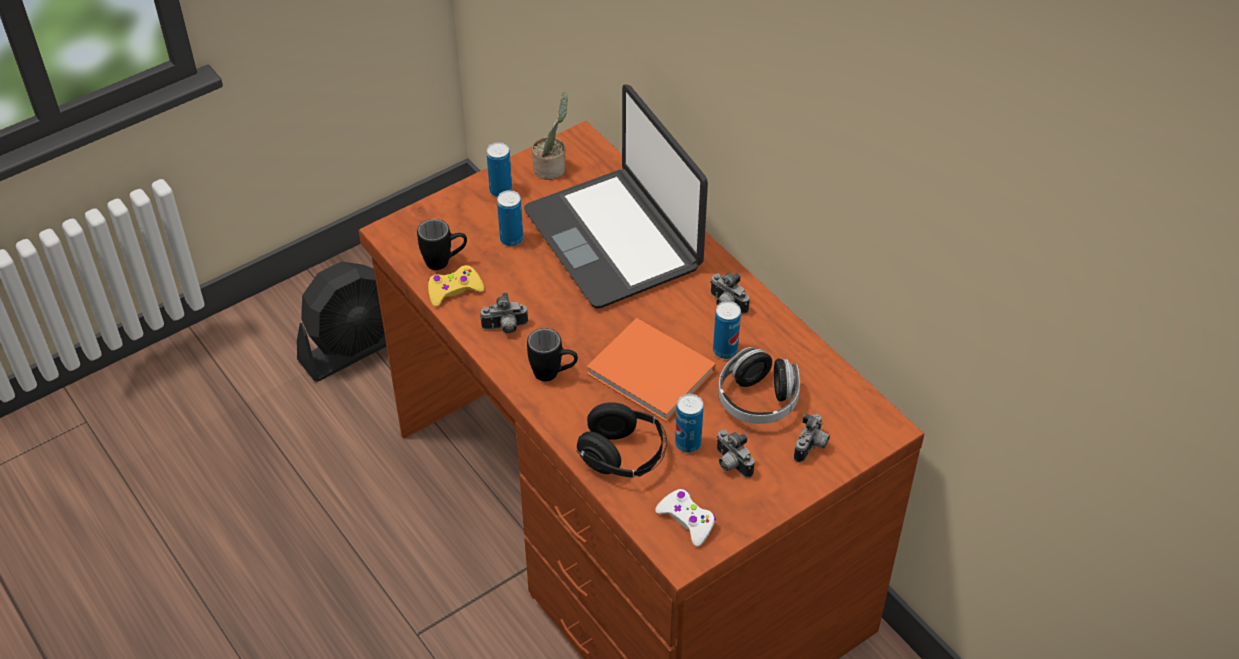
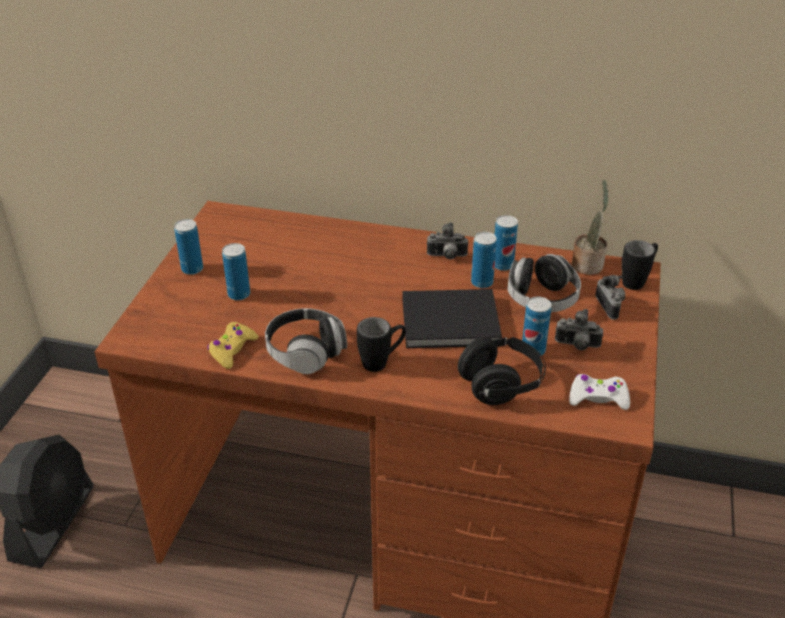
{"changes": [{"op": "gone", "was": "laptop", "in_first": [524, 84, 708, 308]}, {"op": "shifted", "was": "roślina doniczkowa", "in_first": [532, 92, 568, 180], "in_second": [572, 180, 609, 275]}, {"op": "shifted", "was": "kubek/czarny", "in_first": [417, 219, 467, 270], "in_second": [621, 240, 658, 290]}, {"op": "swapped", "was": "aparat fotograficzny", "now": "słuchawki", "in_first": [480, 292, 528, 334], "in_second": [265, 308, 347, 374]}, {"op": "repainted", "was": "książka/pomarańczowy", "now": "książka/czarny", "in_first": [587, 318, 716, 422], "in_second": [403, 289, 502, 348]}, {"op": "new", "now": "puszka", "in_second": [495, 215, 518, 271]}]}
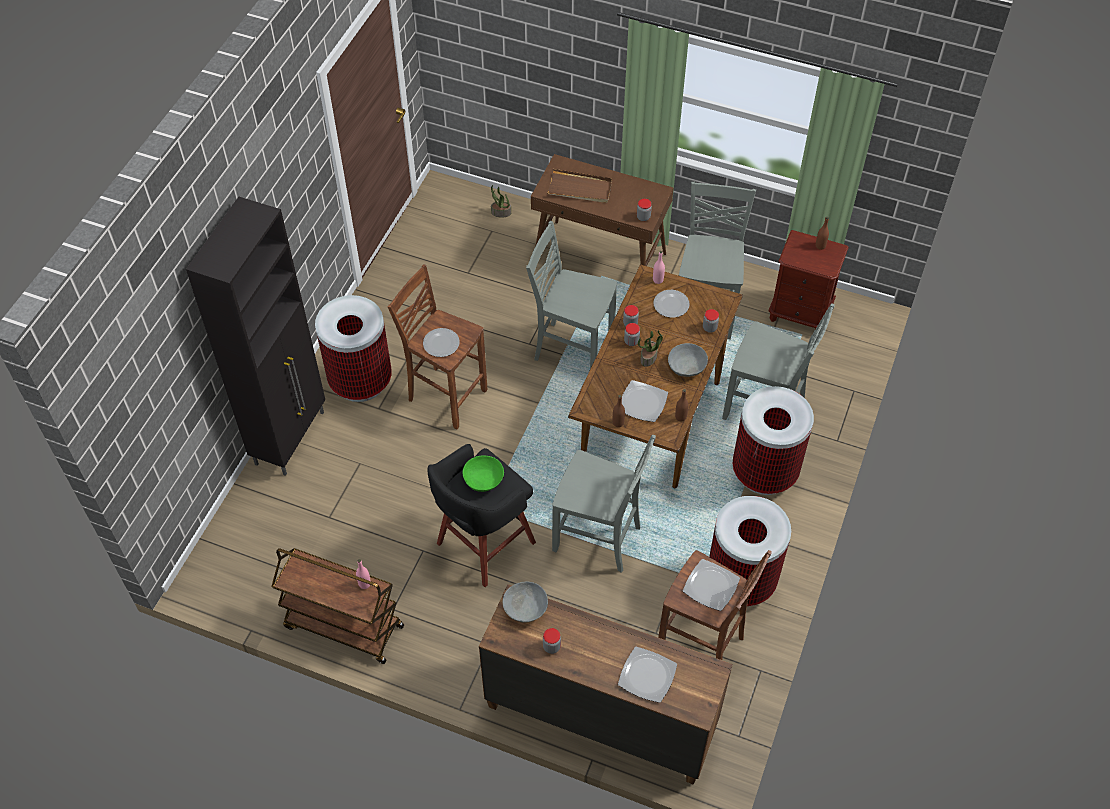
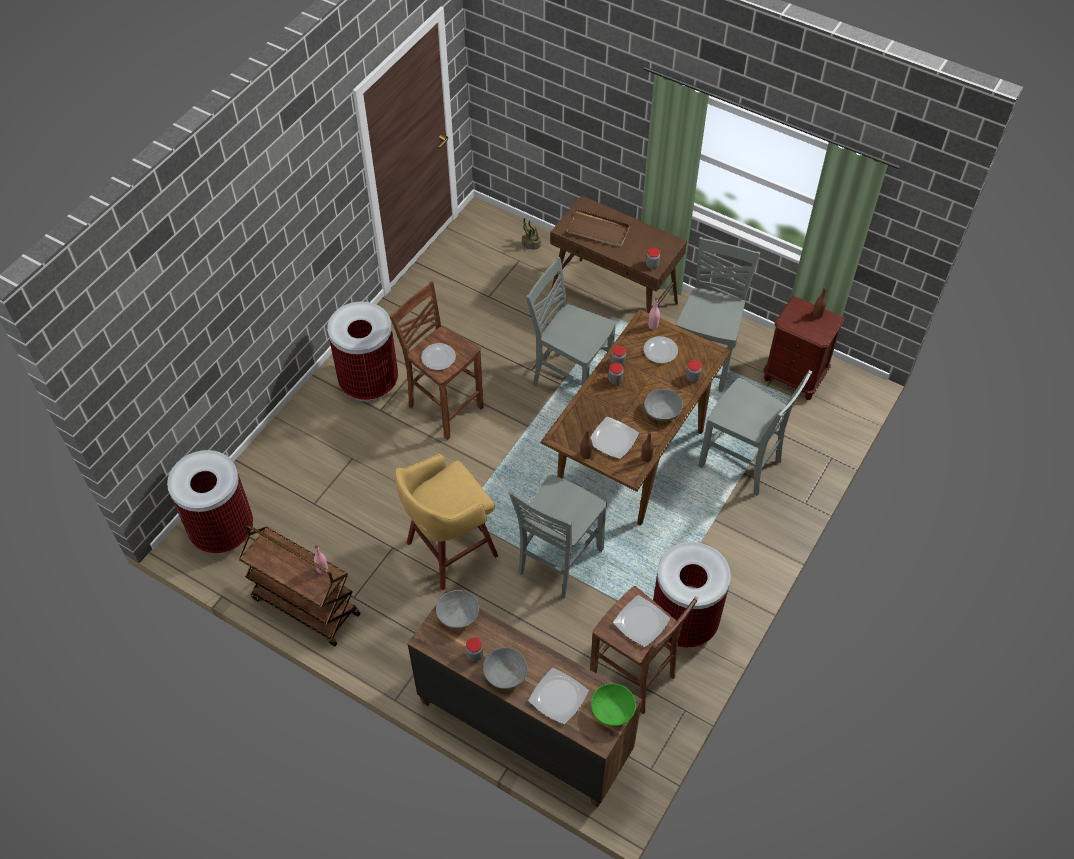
{"changes": [{"op": "gone", "was": "szafka/czarny", "in_first": [186, 197, 325, 476]}, {"op": "gone", "was": "roślina doniczkowa", "in_first": [638, 330, 663, 367]}, {"op": "shifted", "was": "kosz na śmieci", "in_first": [733, 386, 814, 495], "in_second": [167, 450, 253, 554]}, {"op": "rotated", "was": "krzesło/szary", "in_first": [552, 435, 656, 572], "in_second": [509, 474, 607, 598], "clockwise": 90}, {"op": "repainted", "was": "stołek/czarny", "now": "stołek/żółty", "in_first": [427, 444, 536, 587], "in_second": [395, 454, 498, 590]}, {"op": "shifted", "was": "miska/zielony", "in_first": [463, 456, 504, 492], "in_second": [591, 683, 636, 726]}, {"op": "new", "now": "miska/szary", "in_second": [483, 647, 528, 689]}]}
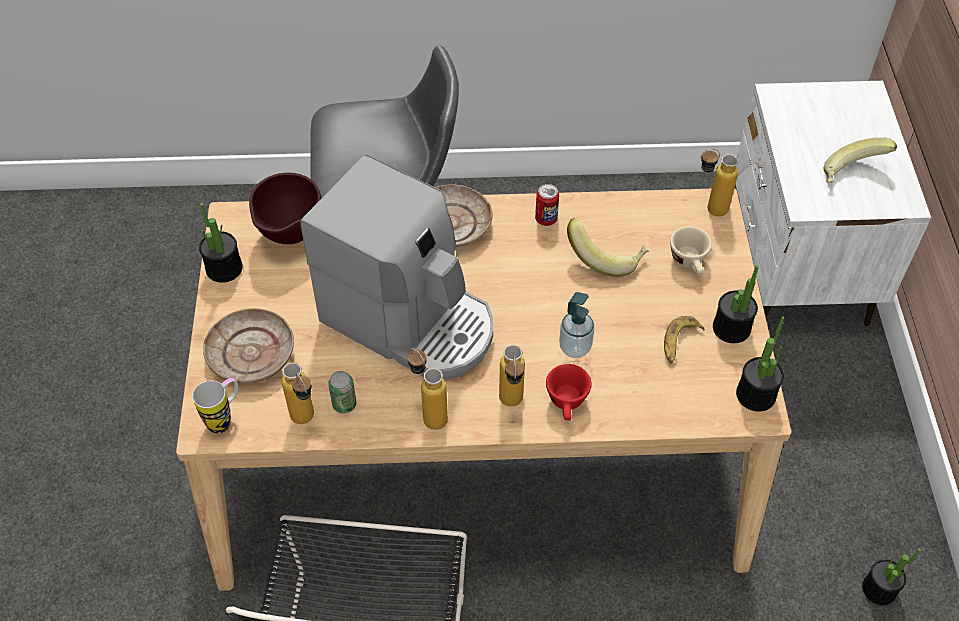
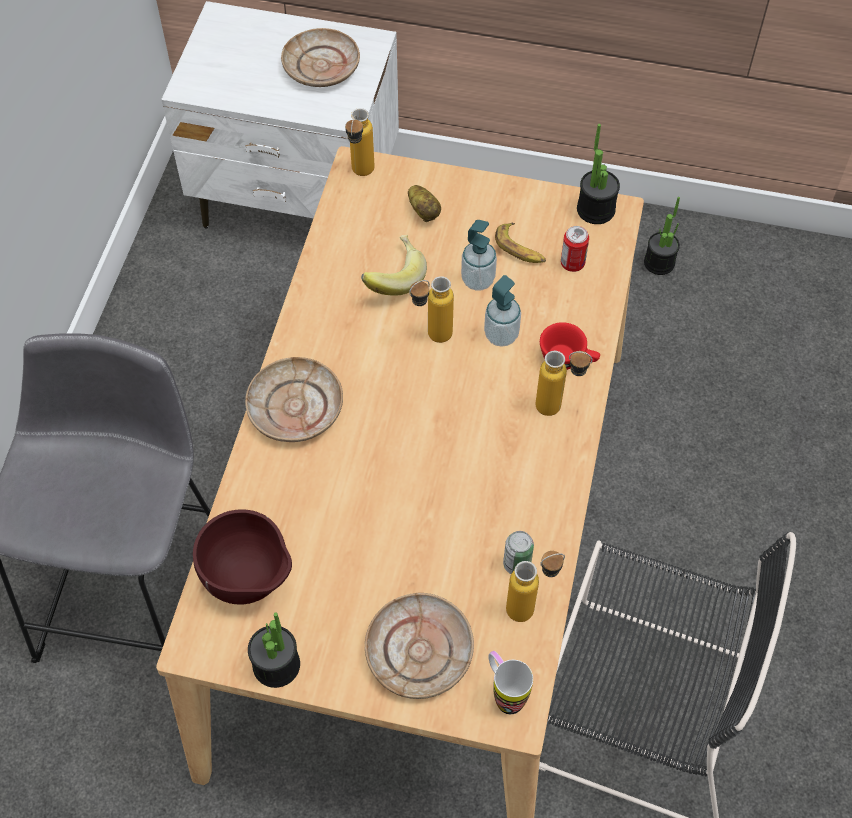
{"changes": [{"op": "swapped", "was": "banan", "now": "talerz/beżowy", "in_first": [824, 137, 897, 183], "in_second": [281, 28, 360, 87]}, {"op": "gone", "was": "ekspres do kawy", "in_first": [300, 155, 493, 380]}, {"op": "shifted", "was": "puszka", "in_first": [535, 184, 559, 226], "in_second": [561, 226, 589, 272]}, {"op": "swapped", "was": "filiżanka/beżowy", "now": "ziemniak", "in_first": [670, 226, 712, 275], "in_second": [408, 185, 441, 222]}, {"op": "gone", "was": "roślina doniczkowa", "in_first": [713, 265, 759, 343]}, {"op": "shifted", "was": "butelka", "in_first": [408, 348, 448, 430], "in_second": [409, 276, 454, 343]}, {"op": "new", "now": "dozownik mydła", "in_second": [461, 220, 497, 291]}]}
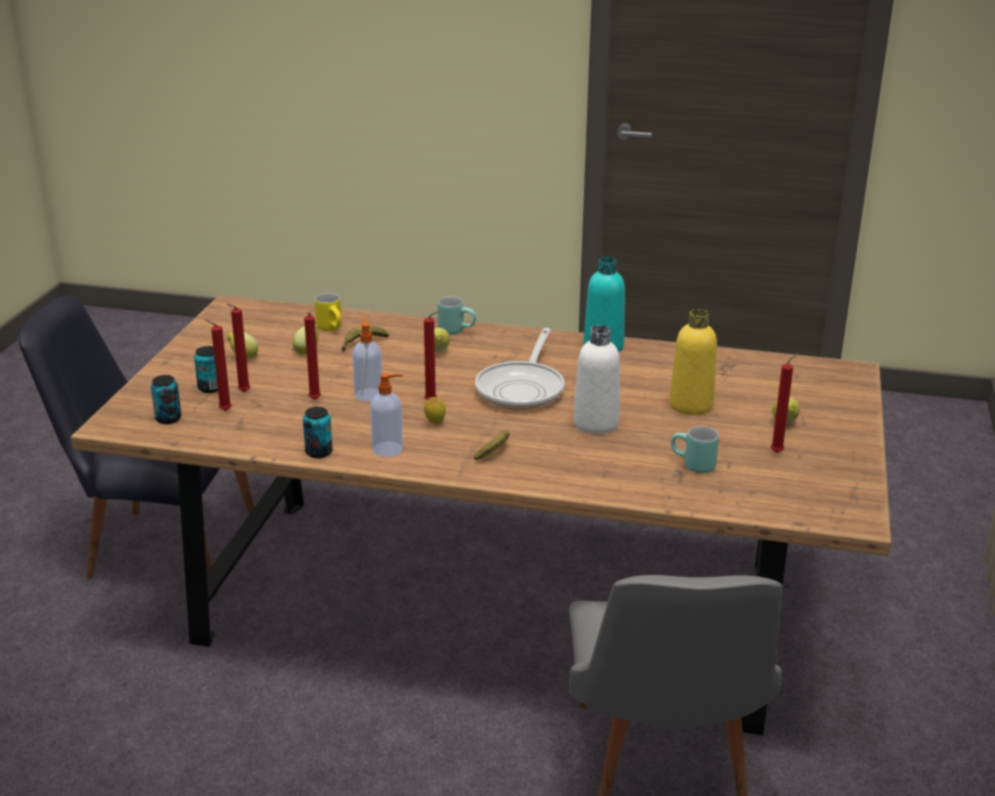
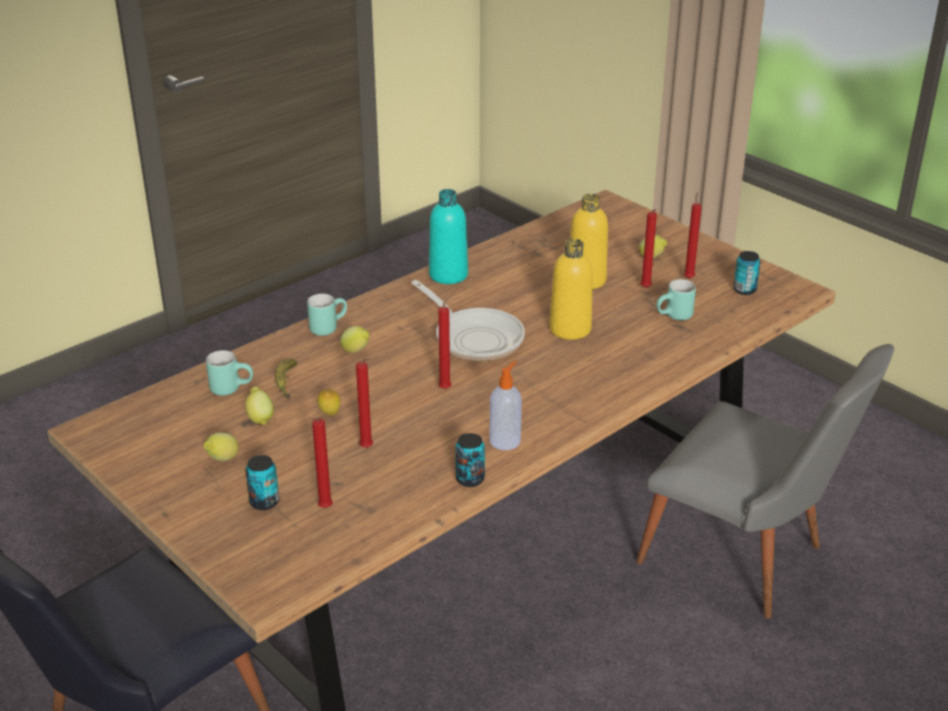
{"changes": [{"op": "repainted", "was": "kubek/żółty", "now": "kubek/turkusowy", "in_first": [315, 293, 342, 331], "in_second": [206, 350, 253, 396]}, {"op": "shifted", "was": "świeca/czerwony", "in_first": [226, 304, 250, 392], "in_second": [640, 209, 657, 288]}, {"op": "gone", "was": "dozownik mydła", "in_first": [352, 318, 382, 402]}, {"op": "repainted", "was": "butelka/biały", "now": "butelka/żółty", "in_first": [574, 325, 620, 434], "in_second": [549, 239, 593, 340]}, {"op": "shifted", "was": "puszka", "in_first": [151, 375, 181, 424], "in_second": [733, 251, 761, 295]}, {"op": "shifted", "was": "cytryna", "in_first": [424, 397, 446, 425], "in_second": [318, 389, 340, 415]}, {"op": "gone", "was": "banan", "in_first": [474, 431, 509, 460]}]}
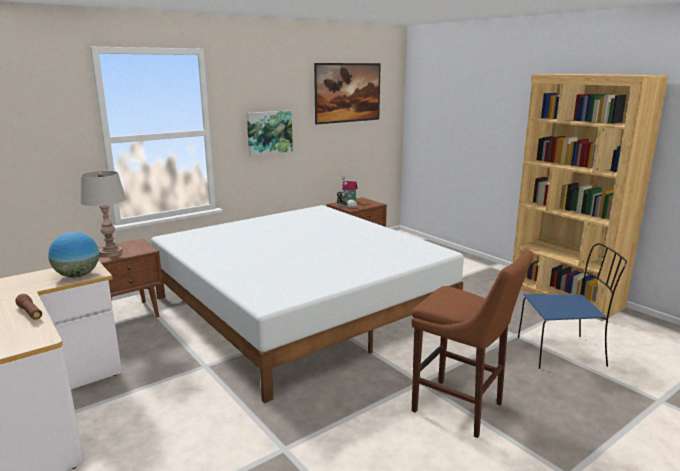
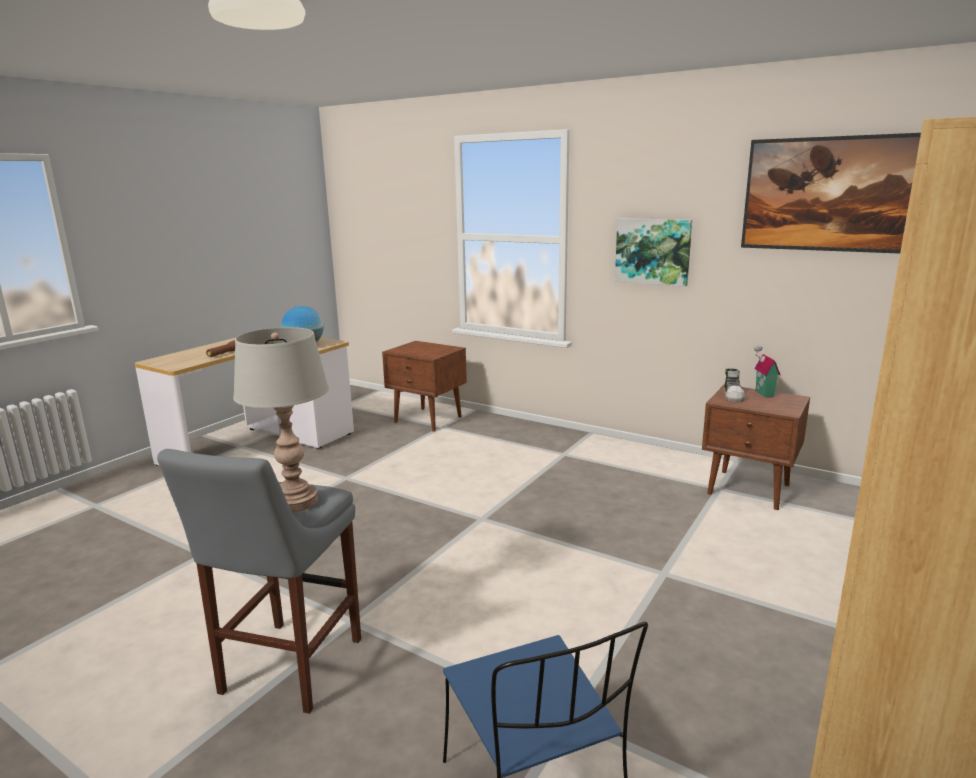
{"changes": [{"op": "shifted", "was": "lampa stołowa/szary", "in_first": [80, 171, 126, 257], "in_second": [233, 327, 329, 512]}, {"op": "gone", "was": "łóżko/biały", "in_first": [151, 205, 464, 403]}, {"op": "repainted", "was": "stołek/brązowy", "now": "stołek/szary", "in_first": [411, 250, 534, 438], "in_second": [157, 449, 361, 714]}]}
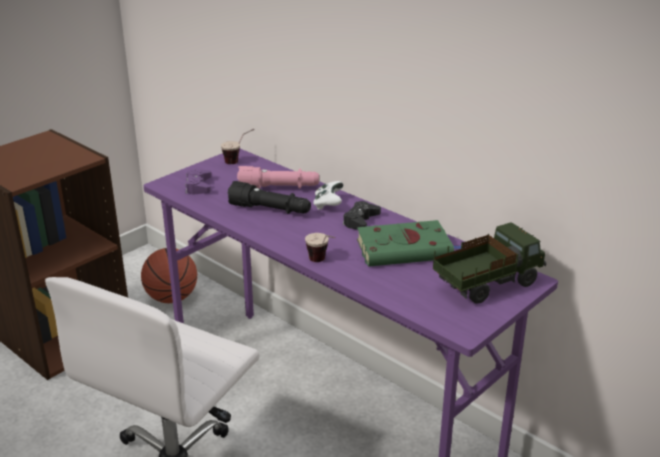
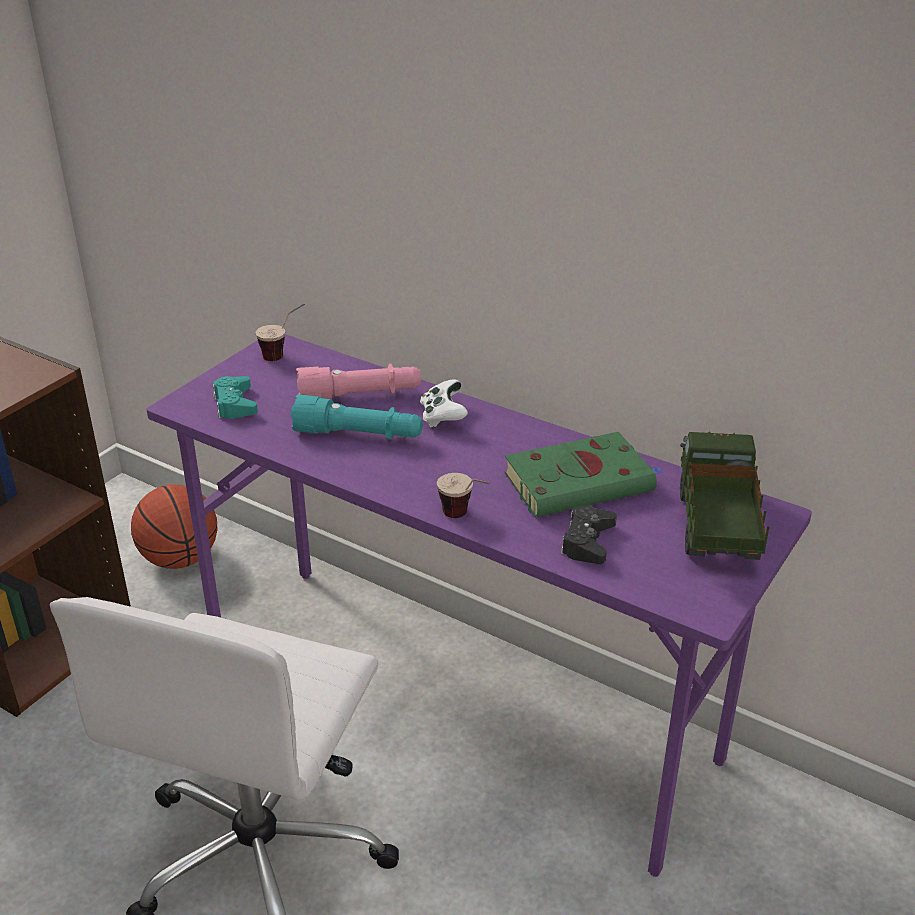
{"changes": [{"op": "repainted", "was": "pad do gier/fioletowy", "now": "pad do gier/turkusowy", "in_first": [185, 169, 211, 194], "in_second": [213, 376, 258, 419]}, {"op": "repainted", "was": "latarka/czarny", "now": "latarka/turkusowy", "in_first": [228, 181, 311, 214], "in_second": [291, 394, 423, 440]}, {"op": "shifted", "was": "pad do gier/czarny", "in_first": [343, 201, 381, 230], "in_second": [560, 505, 617, 564]}, {"op": "rotated", "was": "ciężarówka zabawkowa", "in_first": [433, 222, 546, 304], "in_second": [680, 431, 769, 560], "clockwise": -45}]}
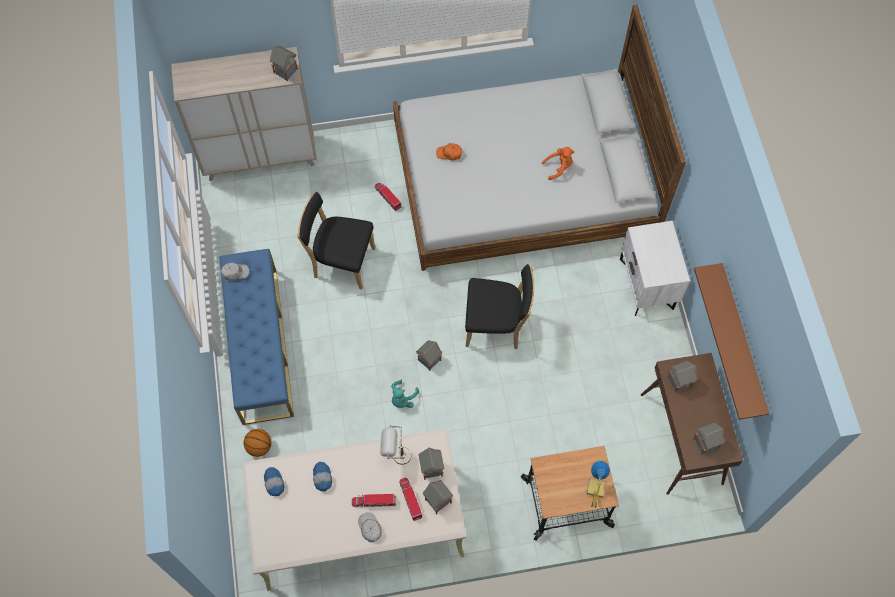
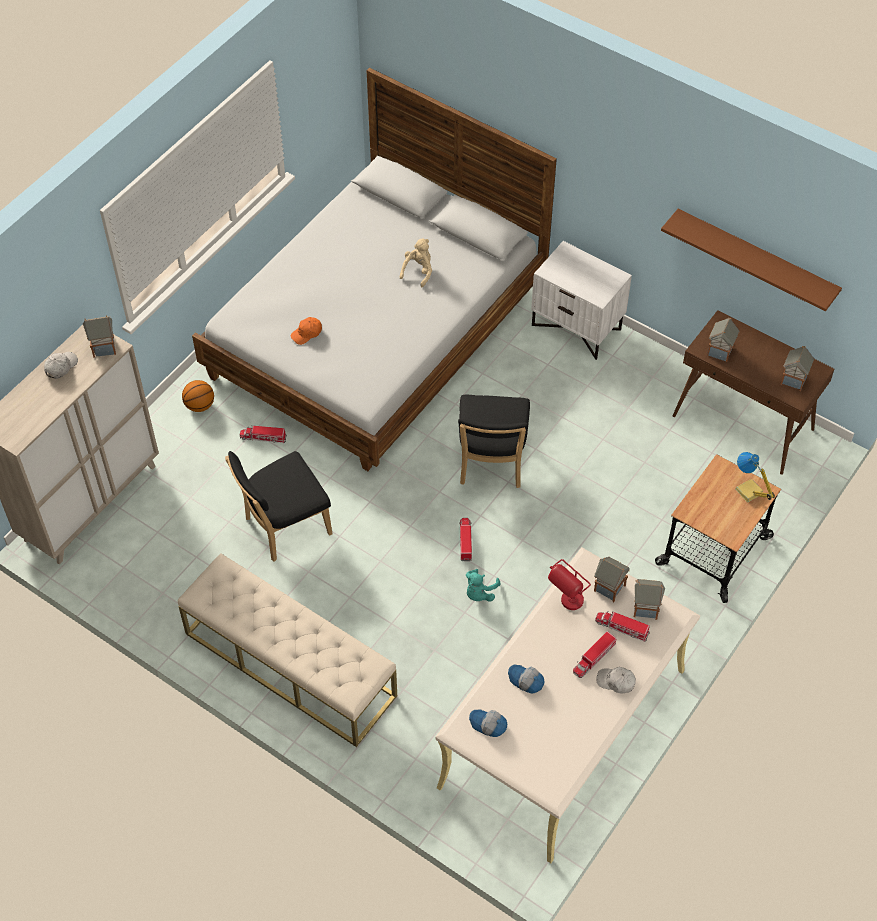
{"changes": [{"op": "repainted", "was": "pluszak/pomarańczowy", "now": "pluszak/beżowy", "in_first": [542, 147, 574, 180], "in_second": [400, 239, 432, 287]}, {"op": "repainted", "was": "ławka/niebieski", "now": "ławka/beżowy", "in_first": [219, 249, 294, 425], "in_second": [178, 553, 397, 747]}, {"op": "shifted", "was": "czapka z daszkiem/biały", "in_first": [221, 262, 249, 281], "in_second": [44, 352, 78, 379]}, {"op": "rotated", "was": "krzesło/czarny", "in_first": [465, 264, 534, 350], "in_second": [458, 395, 530, 488], "clockwise": 135}, {"op": "swapped", "was": "domek", "now": "ciężarówka zabawkowa", "in_first": [416, 340, 442, 371], "in_second": [459, 518, 472, 561]}, {"op": "rotated", "was": "pluszak/turkusowy", "in_first": [391, 380, 419, 408], "in_second": [466, 569, 501, 602], "clockwise": 45}, {"op": "repainted", "was": "lampa stołowa/szary", "now": "lampa stołowa/czerwony", "in_first": [380, 425, 411, 465], "in_second": [548, 559, 591, 610]}, {"op": "shifted", "was": "piłka do koszykówki", "in_first": [243, 429, 272, 457], "in_second": [182, 380, 214, 412]}]}
